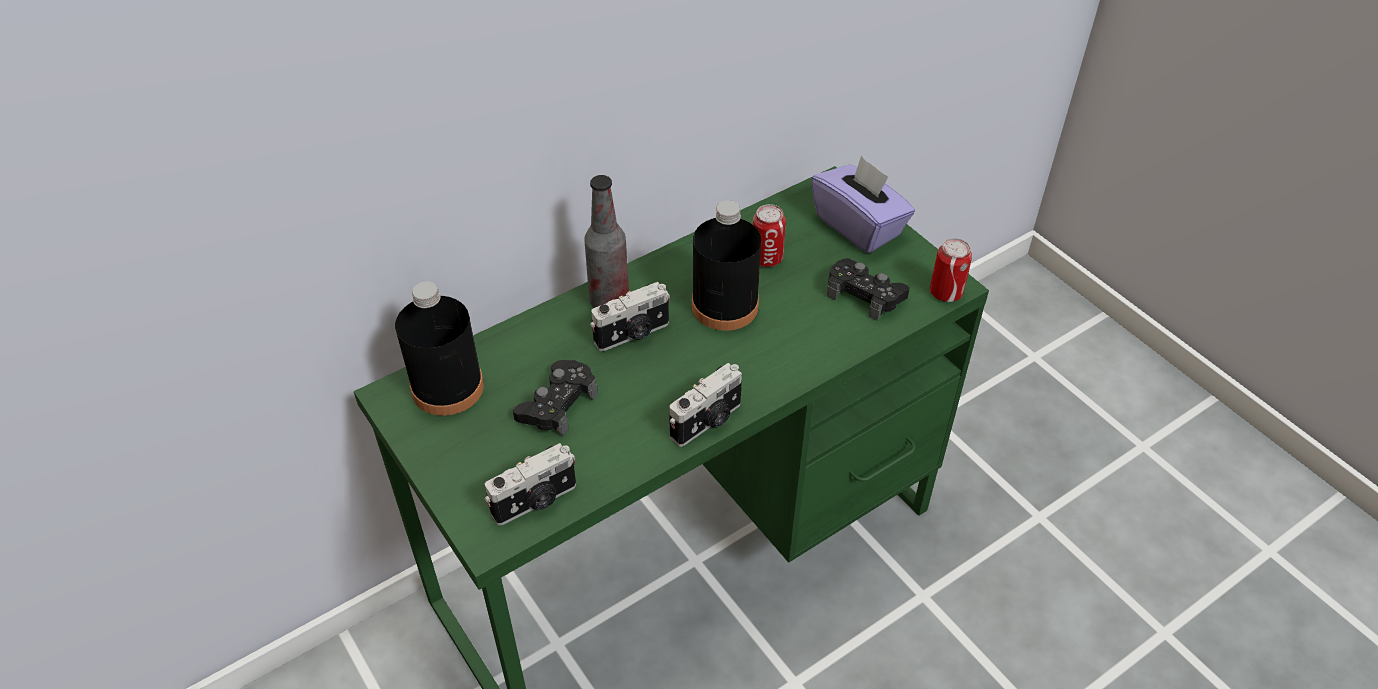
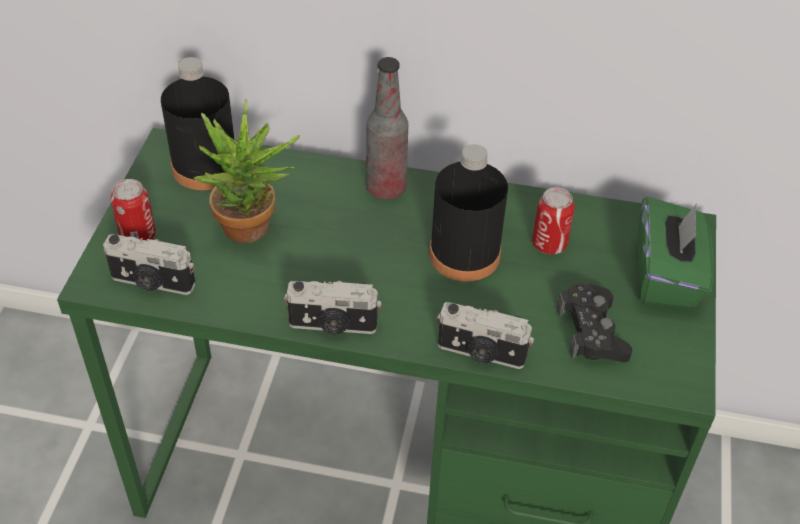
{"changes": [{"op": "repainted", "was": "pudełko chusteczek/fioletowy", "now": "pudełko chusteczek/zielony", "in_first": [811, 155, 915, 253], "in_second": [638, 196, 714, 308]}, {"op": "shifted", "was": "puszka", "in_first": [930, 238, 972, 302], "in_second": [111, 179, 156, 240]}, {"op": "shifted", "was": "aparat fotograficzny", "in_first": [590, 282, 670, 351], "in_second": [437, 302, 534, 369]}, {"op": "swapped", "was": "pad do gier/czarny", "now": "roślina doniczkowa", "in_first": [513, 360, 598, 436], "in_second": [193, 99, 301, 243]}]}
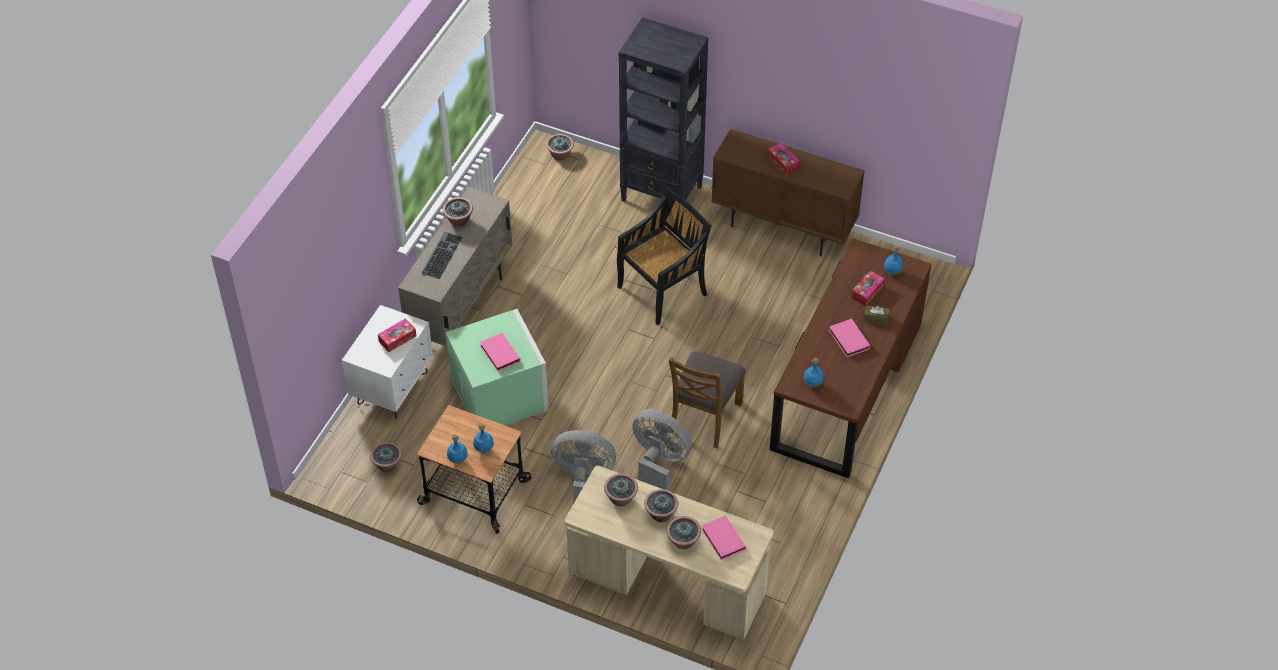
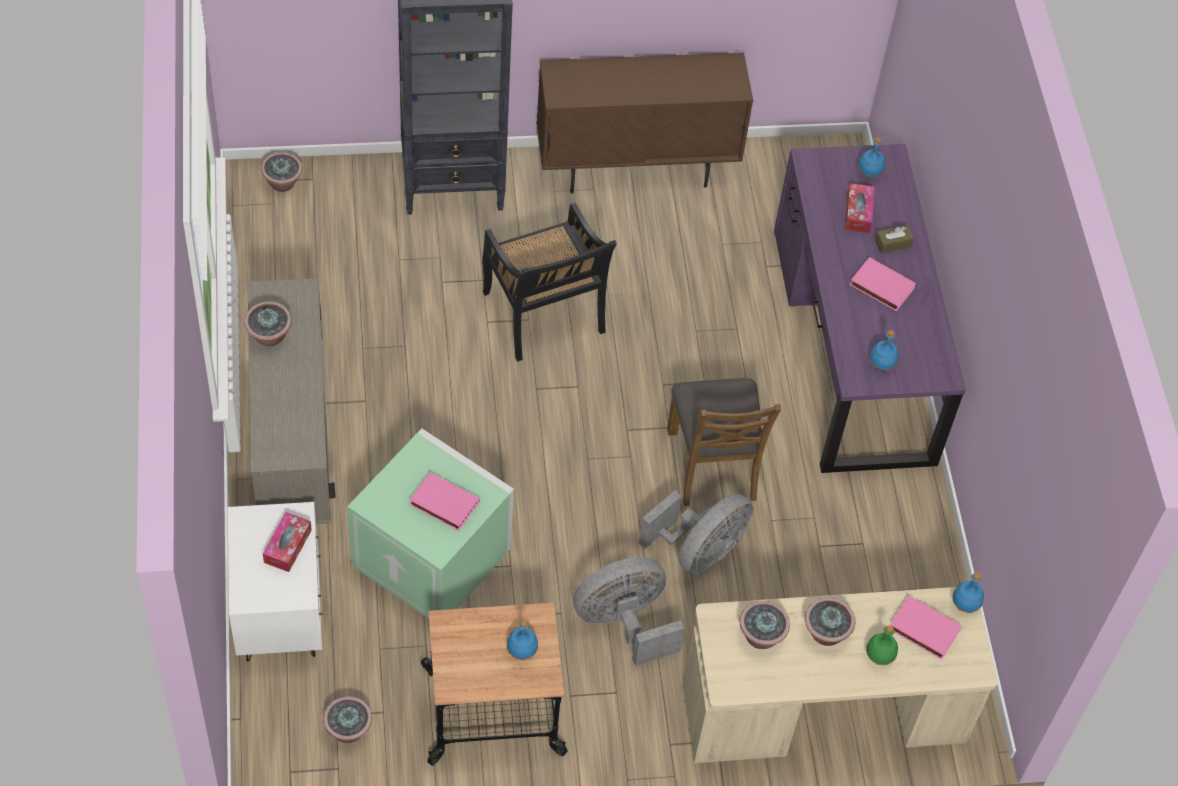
{"changes": [{"op": "gone", "was": "pudełko chusteczek", "in_first": [768, 142, 800, 175]}, {"op": "rotated", "was": "krzesło/czarny", "in_first": [617, 187, 712, 325], "in_second": [482, 202, 617, 361], "clockwise": 135}, {"op": "gone", "was": "klawiatura", "in_first": [421, 232, 463, 279]}, {"op": "repainted", "was": "biurko/brązowy", "now": "biurko/fioletowy", "in_first": [769, 238, 931, 478], "in_second": [774, 144, 966, 473]}, {"op": "rotated", "was": "wentylator/szary", "in_first": [632, 409, 692, 490], "in_second": [639, 491, 753, 575], "clockwise": 135}, {"op": "shifted", "was": "butelka/niebieski", "in_first": [447, 434, 468, 464], "in_second": [952, 573, 984, 613]}, {"op": "swapped", "was": "roślina doniczkowa", "now": "butelka/zielony", "in_first": [667, 516, 701, 549], "in_second": [866, 625, 898, 665]}]}
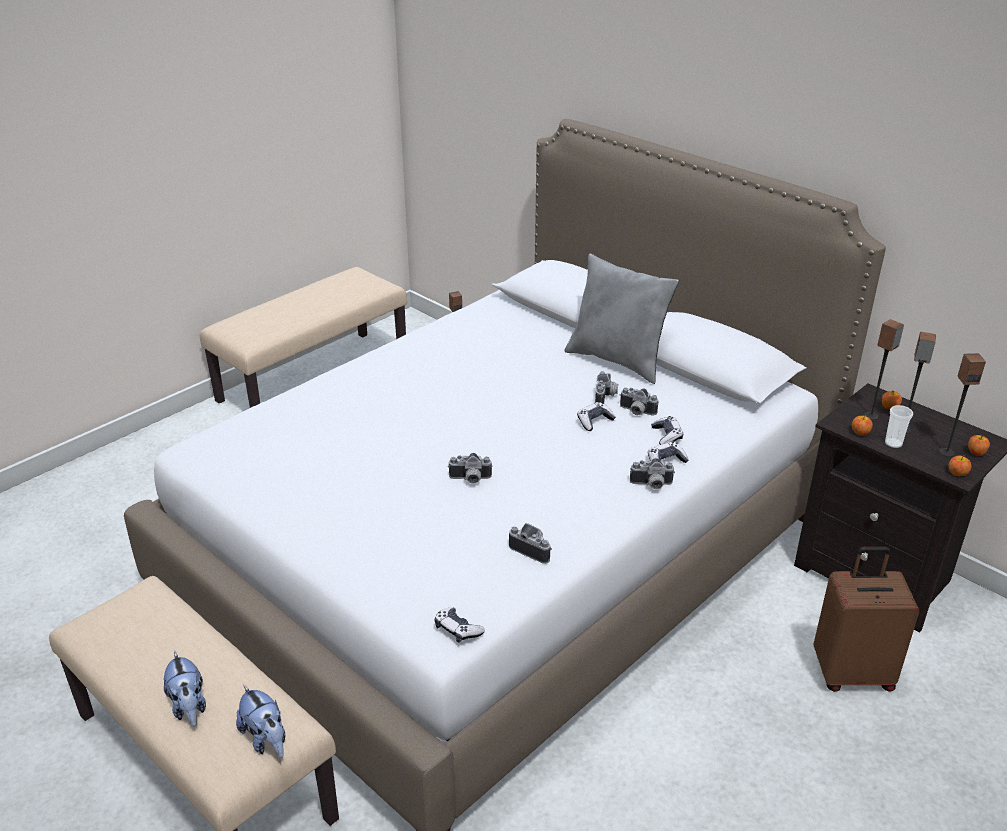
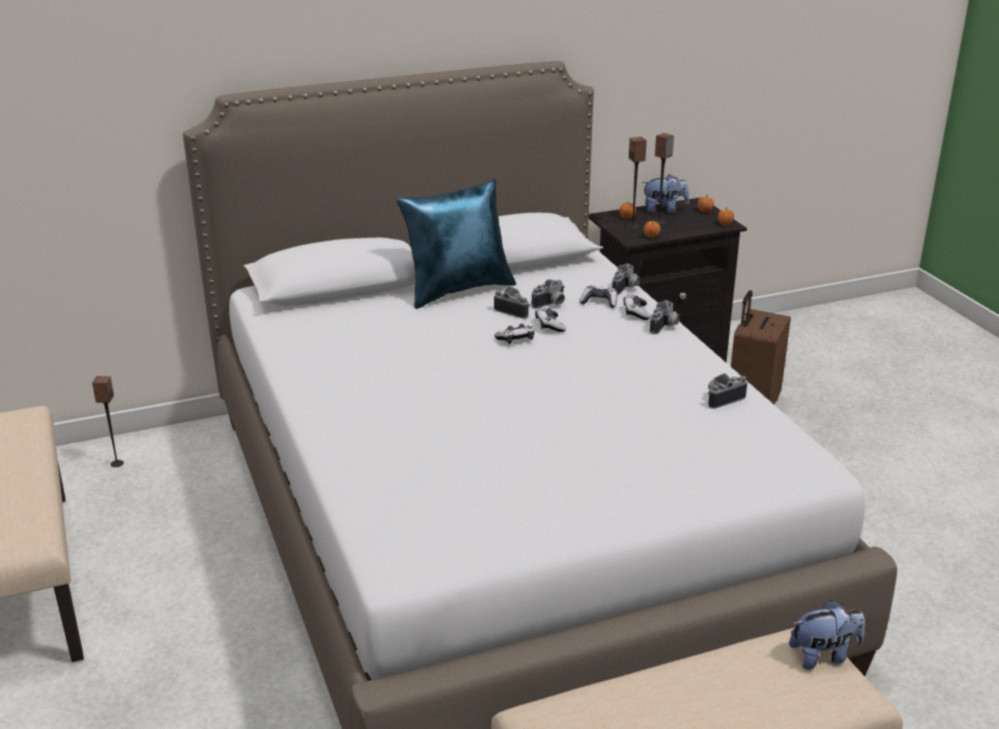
{"changes": [{"op": "repainted", "was": "poduszka/szary", "now": "poduszka/niebieski", "in_first": [564, 253, 679, 384], "in_second": [396, 179, 516, 309]}, {"op": "gone", "was": "głośnik", "in_first": [939, 353, 986, 457]}, {"op": "gone", "was": "filiżanka", "in_first": [885, 405, 913, 448]}, {"op": "shifted", "was": "aparat fotograficzny", "in_first": [448, 453, 493, 484], "in_second": [612, 263, 640, 295]}, {"op": "shifted", "was": "pad do gier", "in_first": [434, 607, 485, 643], "in_second": [494, 324, 535, 344]}, {"op": "shifted", "was": "pluszak", "in_first": [164, 651, 206, 726], "in_second": [642, 174, 689, 213]}]}
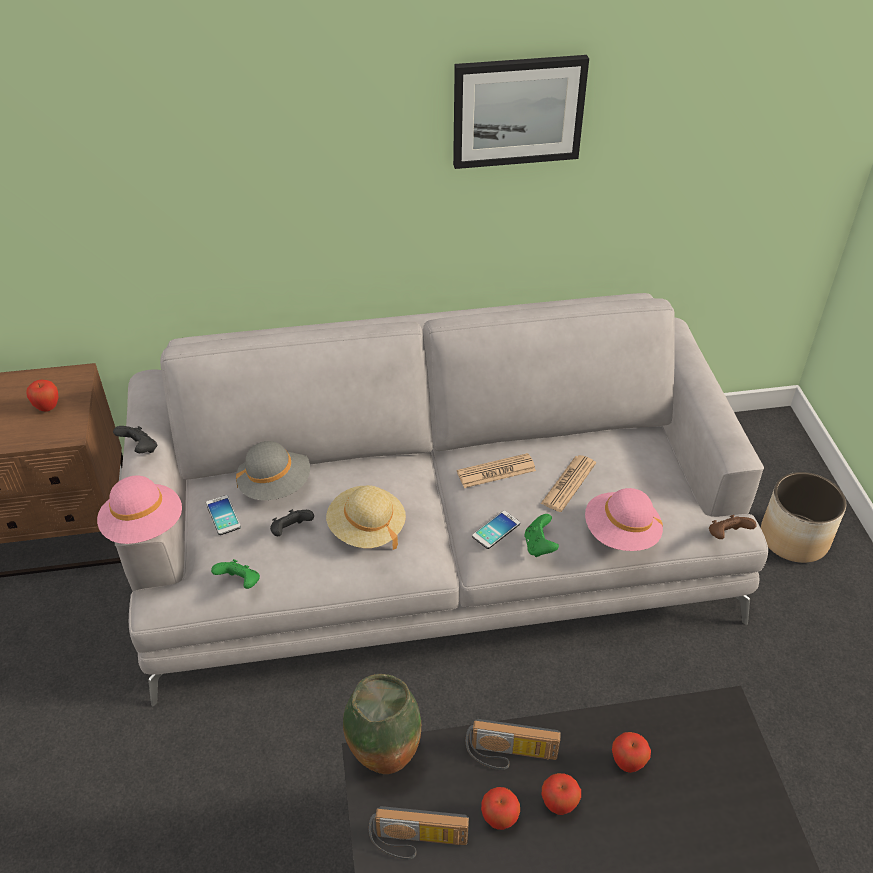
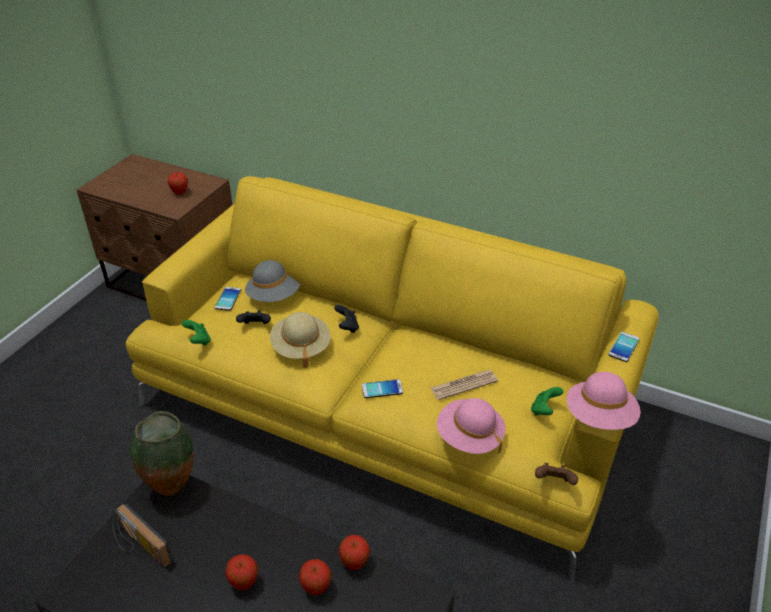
{"changes": [{"op": "gone", "was": "obraz", "in_first": [453, 55, 589, 169]}, {"op": "repainted", "was": "kanapa/szary", "now": "kanapa/żółty", "in_first": [115, 293, 768, 706], "in_second": [126, 176, 659, 582]}, {"op": "shifted", "was": "pad do gier/czarny", "in_first": [113, 426, 157, 453], "in_second": [334, 305, 359, 333]}, {"op": "gone", "was": "gazeta", "in_first": [457, 453, 536, 488]}, {"op": "gone", "was": "donica", "in_first": [761, 472, 846, 563]}, {"op": "shifted", "was": "kapelusz/różowy", "in_first": [97, 475, 182, 544], "in_second": [567, 372, 641, 430]}, {"op": "shifted", "was": "pad do gier/zielony", "in_first": [525, 514, 559, 557], "in_second": [531, 387, 563, 416]}, {"op": "gone", "was": "radio", "in_first": [466, 719, 561, 770]}, {"op": "shifted", "was": "jabłko", "in_first": [481, 787, 520, 830], "in_second": [339, 535, 370, 570]}, {"op": "new", "now": "telefon", "in_second": [608, 332, 640, 362]}]}
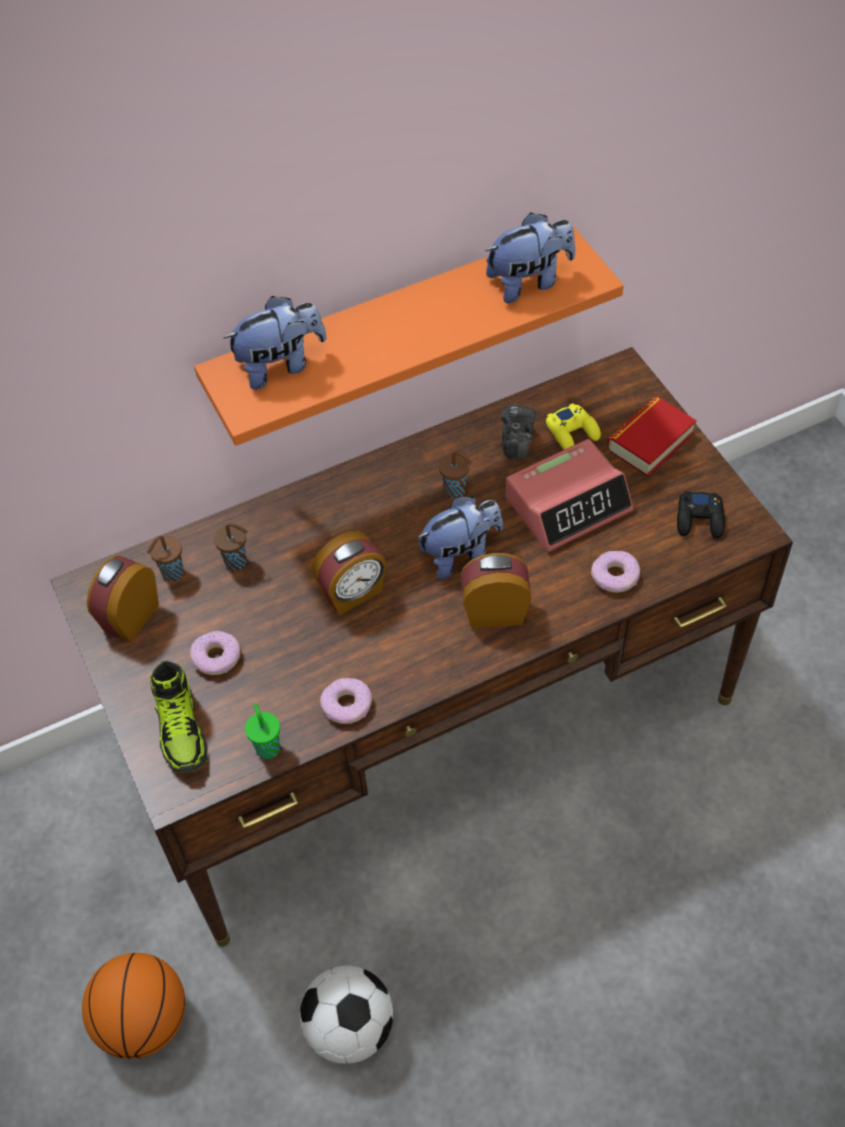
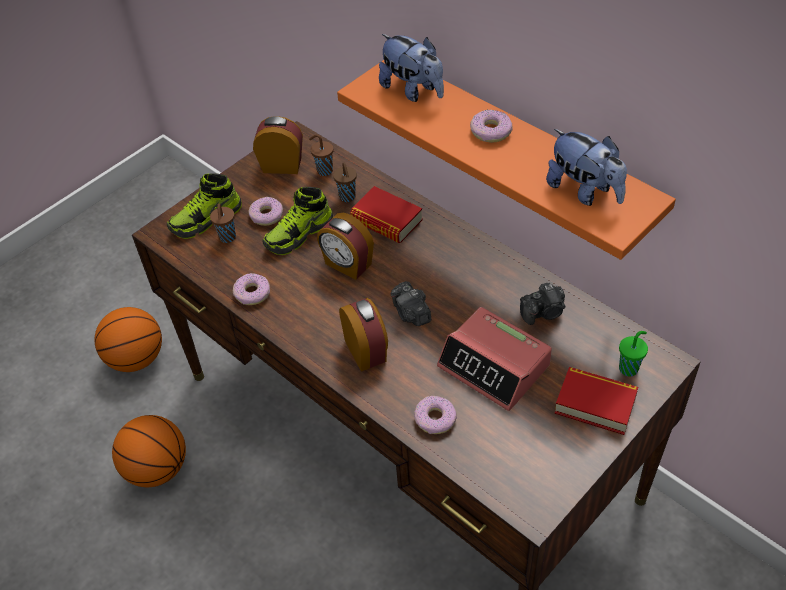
{"changes": [{"op": "gone", "was": "pad do gier/żółty", "in_first": [546, 403, 601, 450]}, {"op": "shifted", "was": "filiżanka/brązowy", "in_first": [439, 451, 472, 499], "in_second": [210, 204, 236, 243]}, {"op": "gone", "was": "pad do gier/czarny", "in_first": [677, 491, 725, 539]}, {"op": "swapped", "was": "pluszak", "now": "aparat fotograficzny", "in_first": [417, 496, 503, 579], "in_second": [391, 281, 431, 326]}, {"op": "shifted", "was": "filiżanka/zielony", "in_first": [245, 703, 280, 759], "in_second": [619, 331, 648, 376]}, {"op": "swapped", "was": "piłka futbolowa", "now": "piłka do koszykówki", "in_first": [300, 965, 393, 1064], "in_second": [112, 415, 186, 487]}, {"op": "new", "now": "donut", "in_second": [470, 110, 513, 143]}, {"op": "new", "now": "książka", "in_second": [350, 186, 423, 243]}, {"op": "new", "now": "but", "in_second": [262, 187, 333, 255]}]}
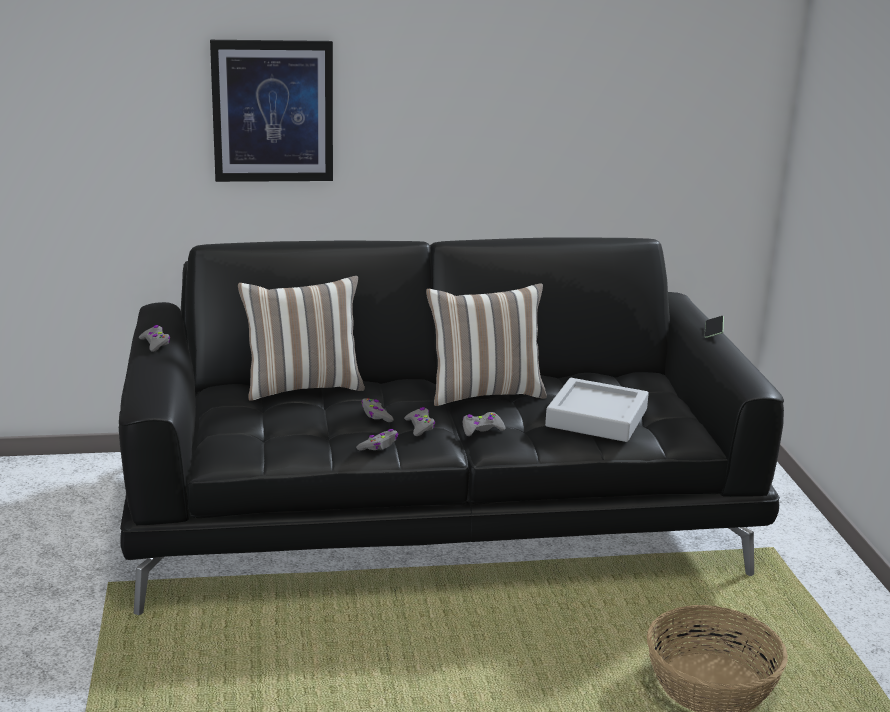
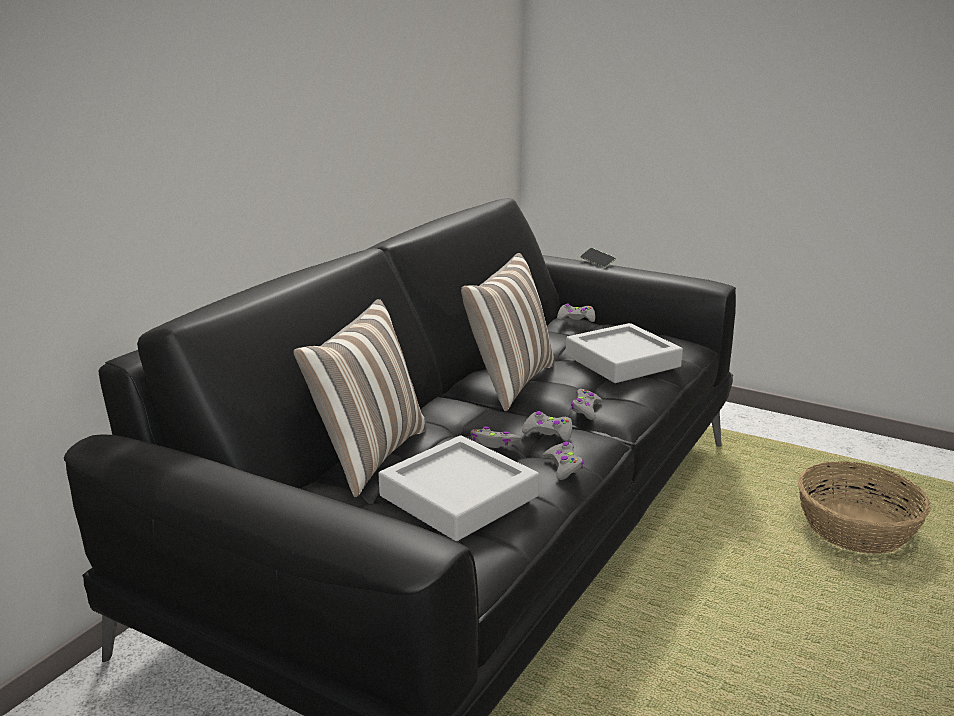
{"changes": [{"op": "gone", "was": "obraz", "in_first": [210, 40, 333, 182]}, {"op": "shifted", "was": "pad do gier/szary", "in_first": [139, 325, 170, 352], "in_second": [557, 304, 595, 322]}, {"op": "new", "now": "taca/szary", "in_second": [379, 435, 539, 541]}]}
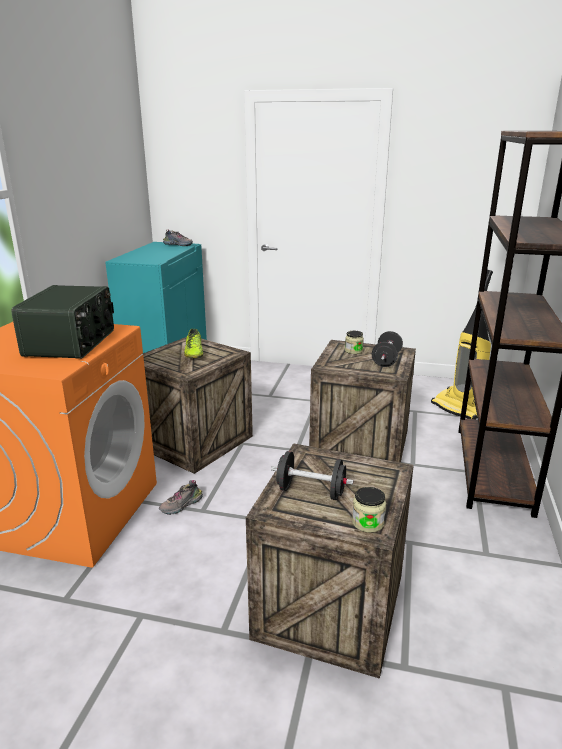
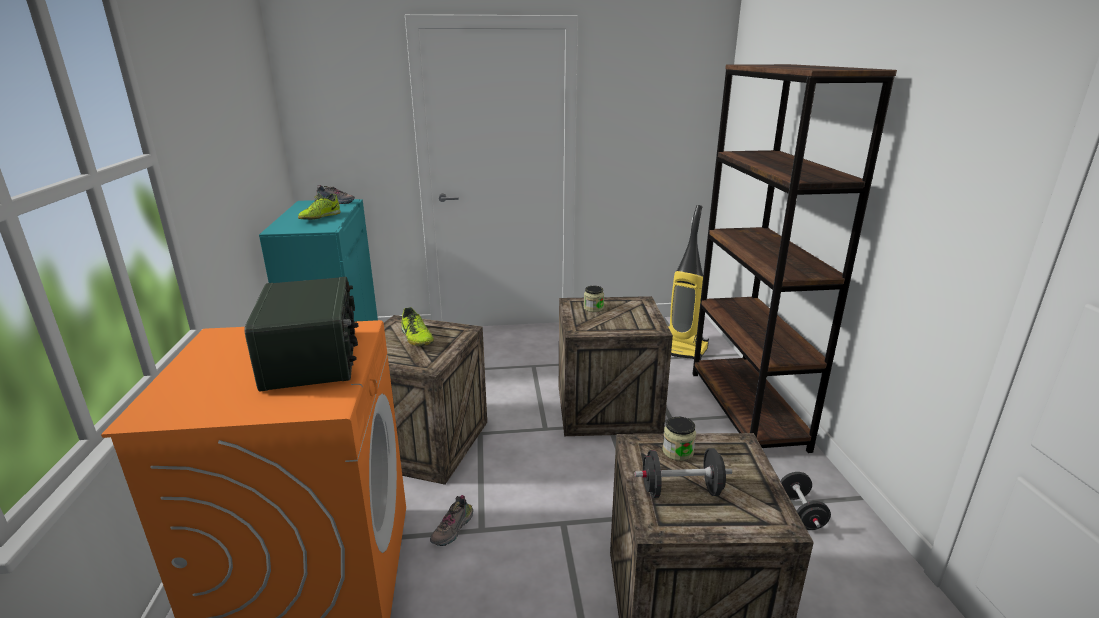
{"changes": [{"op": "shifted", "was": "hantel/czarny", "in_first": [372, 331, 403, 367], "in_second": [780, 472, 831, 530]}, {"op": "shifted", "was": "słoik", "in_first": [352, 487, 386, 533], "in_second": [662, 417, 696, 461]}, {"op": "new", "now": "but", "in_second": [298, 194, 341, 220]}]}
